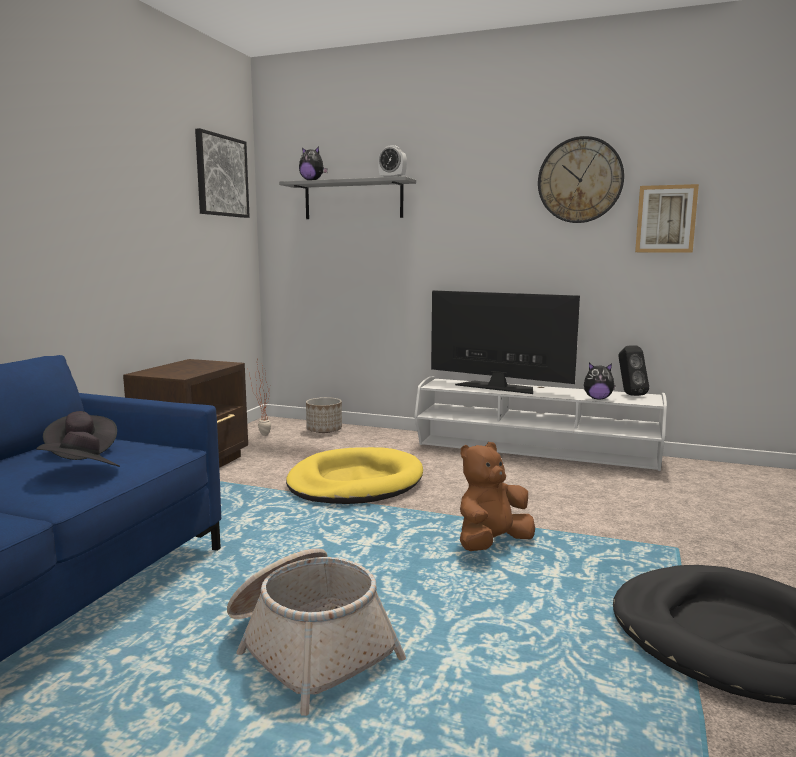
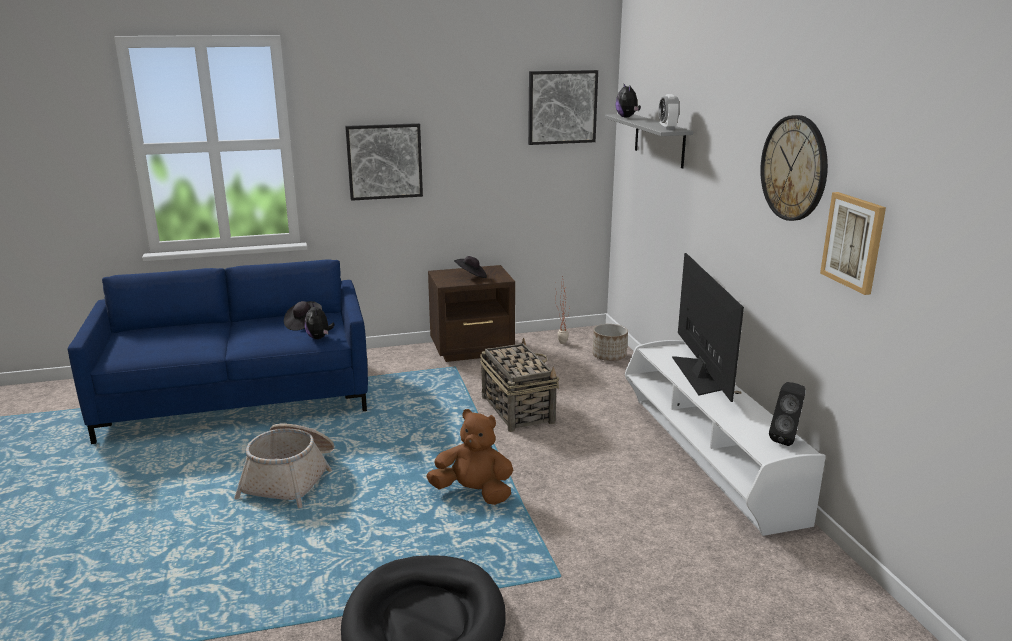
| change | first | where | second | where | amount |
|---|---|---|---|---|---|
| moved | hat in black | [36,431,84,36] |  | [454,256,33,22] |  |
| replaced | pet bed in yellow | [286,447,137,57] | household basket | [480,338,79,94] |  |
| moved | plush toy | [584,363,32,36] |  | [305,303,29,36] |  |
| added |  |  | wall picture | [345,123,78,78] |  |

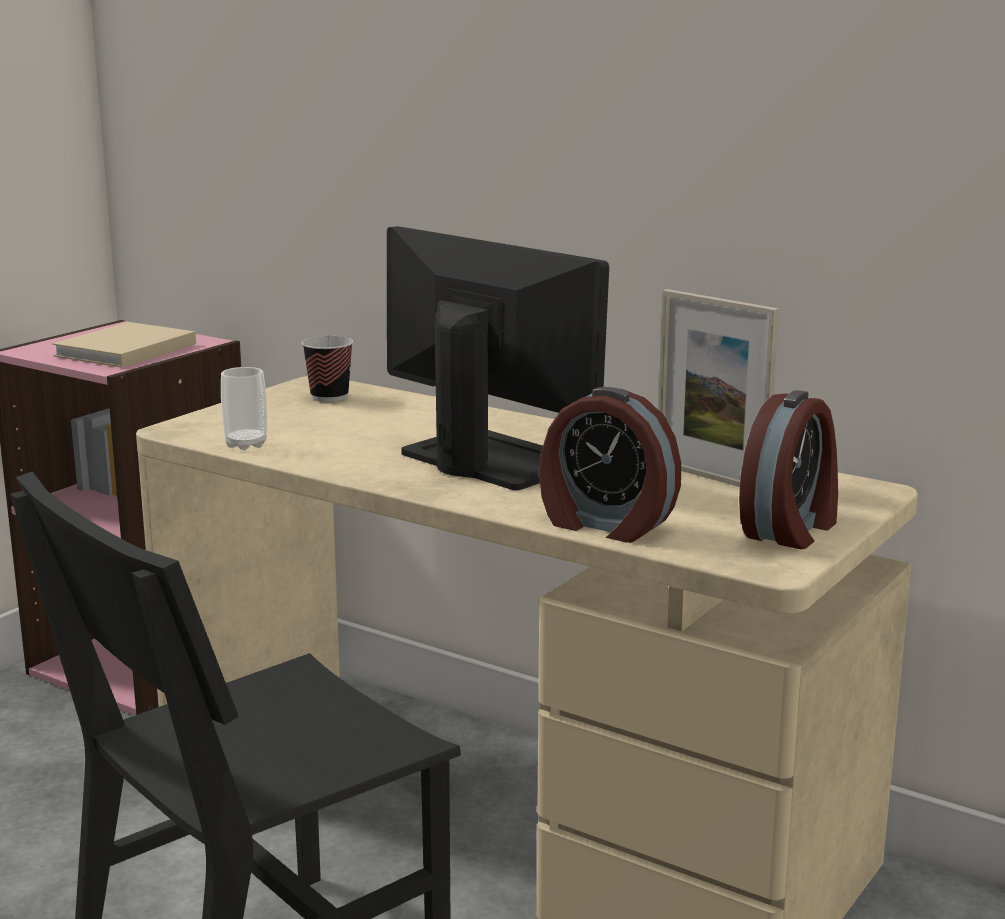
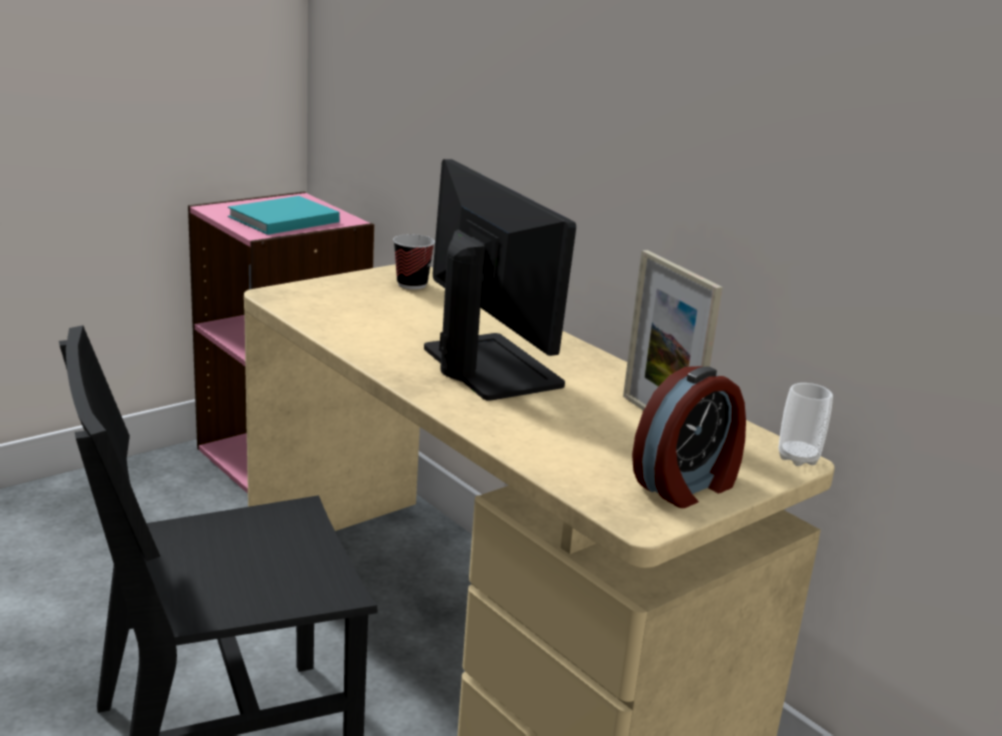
| change | first | where | second | where | amount |
|---|---|---|---|---|---|
| recoloured | volume in sand-coloured | [52,322,144,46] | volume in turquoise | [228,196,112,39] |  |
| moved | small cup | [221,367,46,83] |  | [778,383,55,83] |  |
| removed | table clock | [539,387,142,156] |  |  |  |

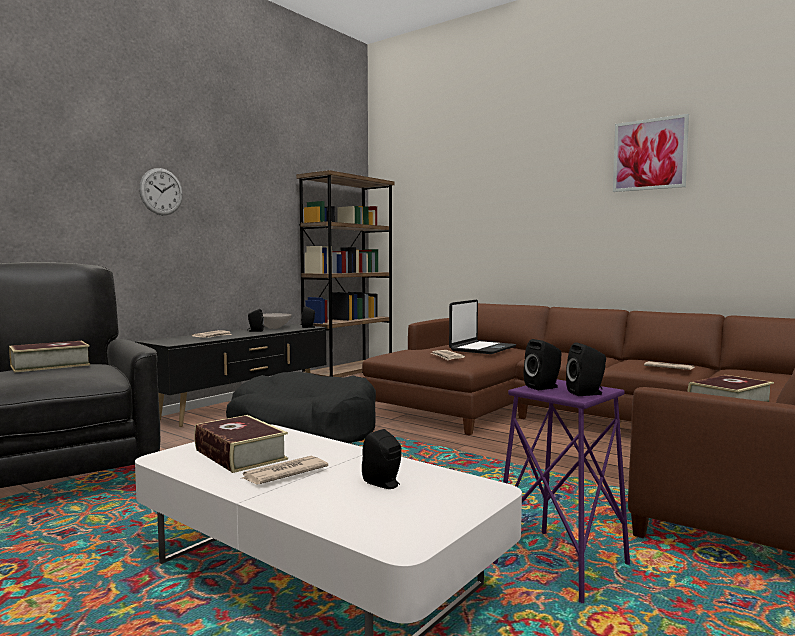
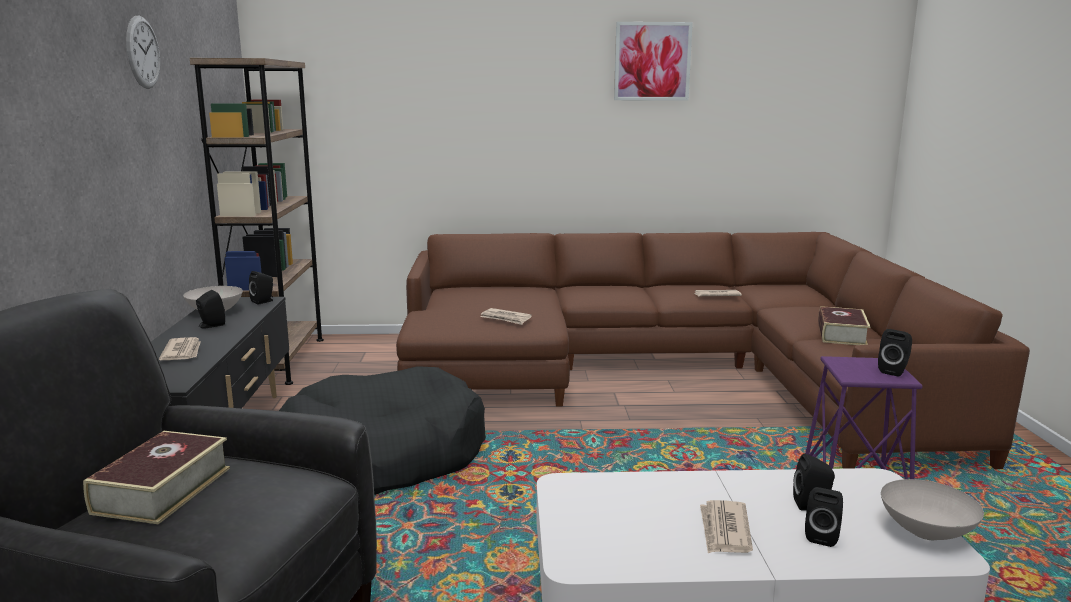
| change | first | where | second | where | amount |
|---|---|---|---|---|---|
| moved | clock on the wall | [139,168,44,47] |  | [126,15,34,74] |  |
| removed | volume | [194,415,94,58] |  |  |  |
| removed | portable computer | [449,299,67,55] |  |  |  |
| moved | audio speaker in black | [524,339,38,51] |  | [805,487,38,60] |  |
| added |  |  | deep dish in white-coloured | [881,479,103,61] |  |

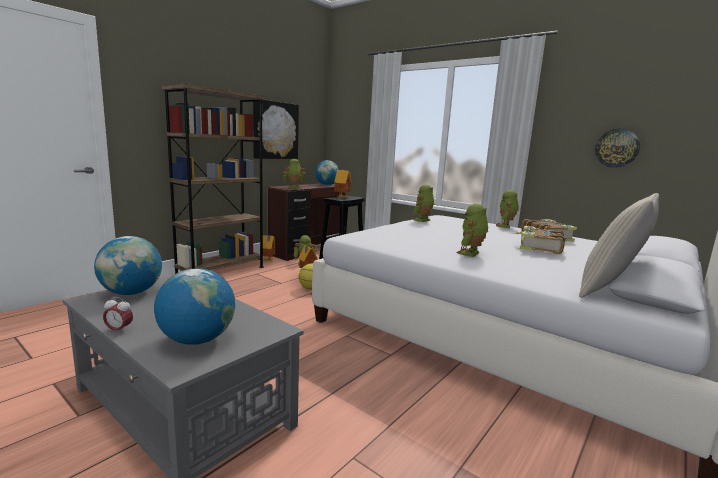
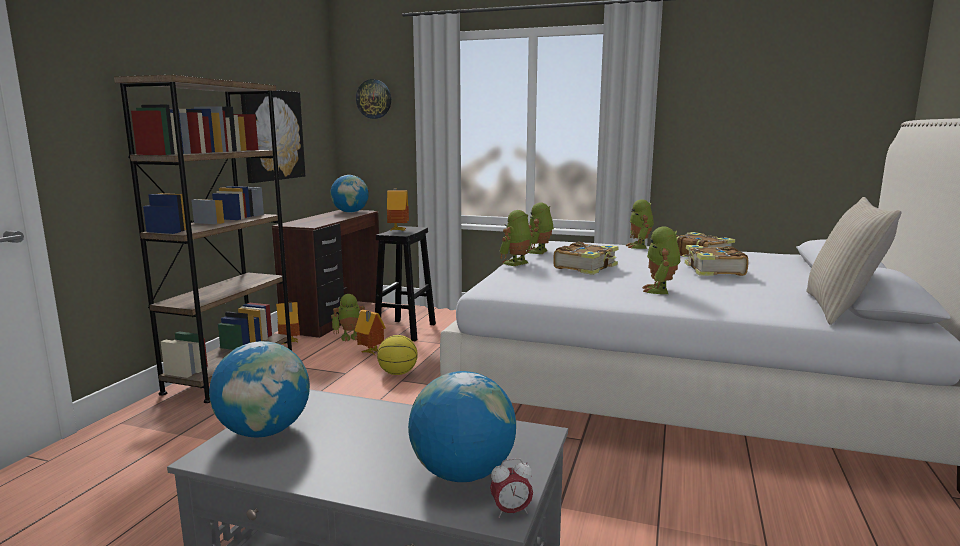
| change | first | where | second | where | amount |
|---|---|---|---|---|---|
| moved | table clock | [103,297,30,36] |  | [490,458,43,60] |  |
| moved | toy robot | [283,159,23,29] |  | [499,210,35,56] |  |
| moved | clock on the wall | [595,129,45,39] |  | [356,79,35,40] |  |
| added |  |  | volume | [553,242,66,33] |  |

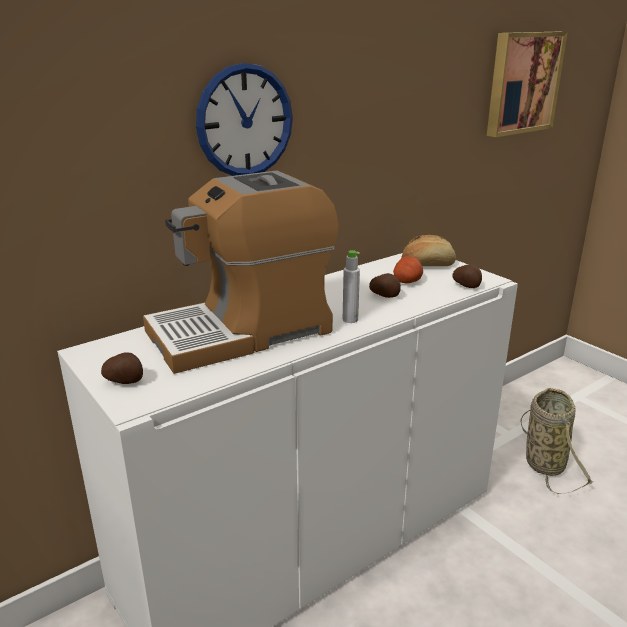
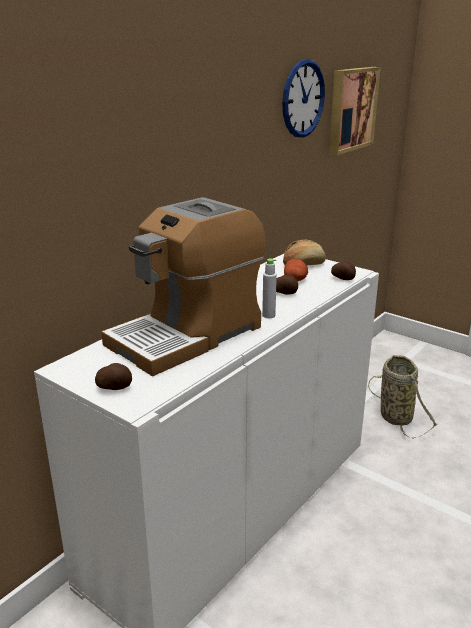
| change | first | where | second | where | amount |
|---|---|---|---|---|---|
| moved | clock on the wall | [196,63,97,113] |  | [282,59,43,79] |  |

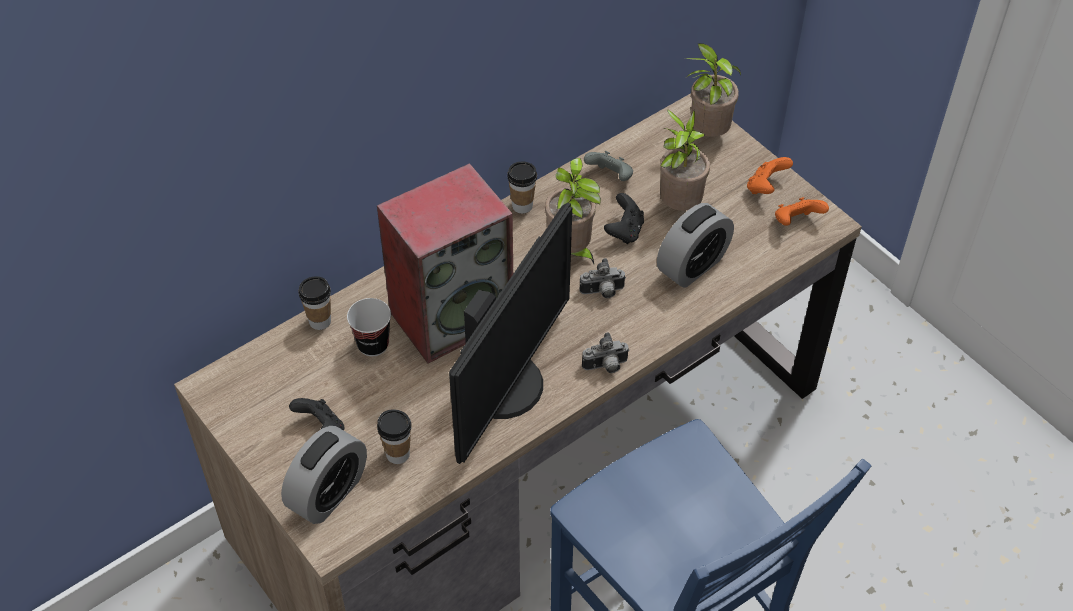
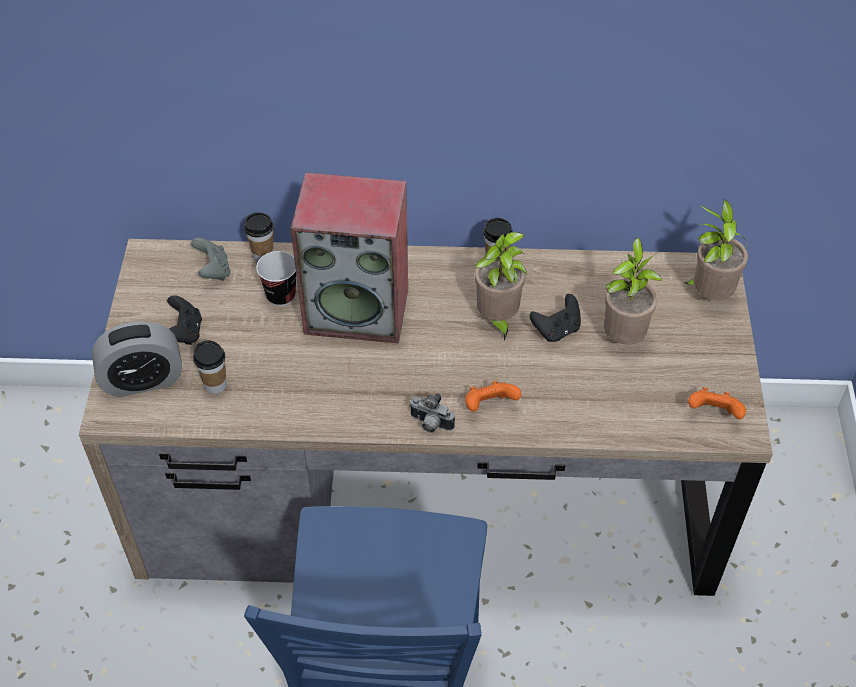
| change | first | where | second | where | amount |
|---|---|---|---|---|---|
| removed | monitor | [449,203,123,261] |  |  |  |
| removed | still camera | [579,258,47,40] |  |  |  |
| moved | game controller in greyish | [584,151,49,30] |  | [191,238,40,42] |  |
| removed | table clock | [657,203,77,85] |  |  |  |
| moved | game controller in orange | [747,157,46,37] |  | [465,381,57,31] |  |

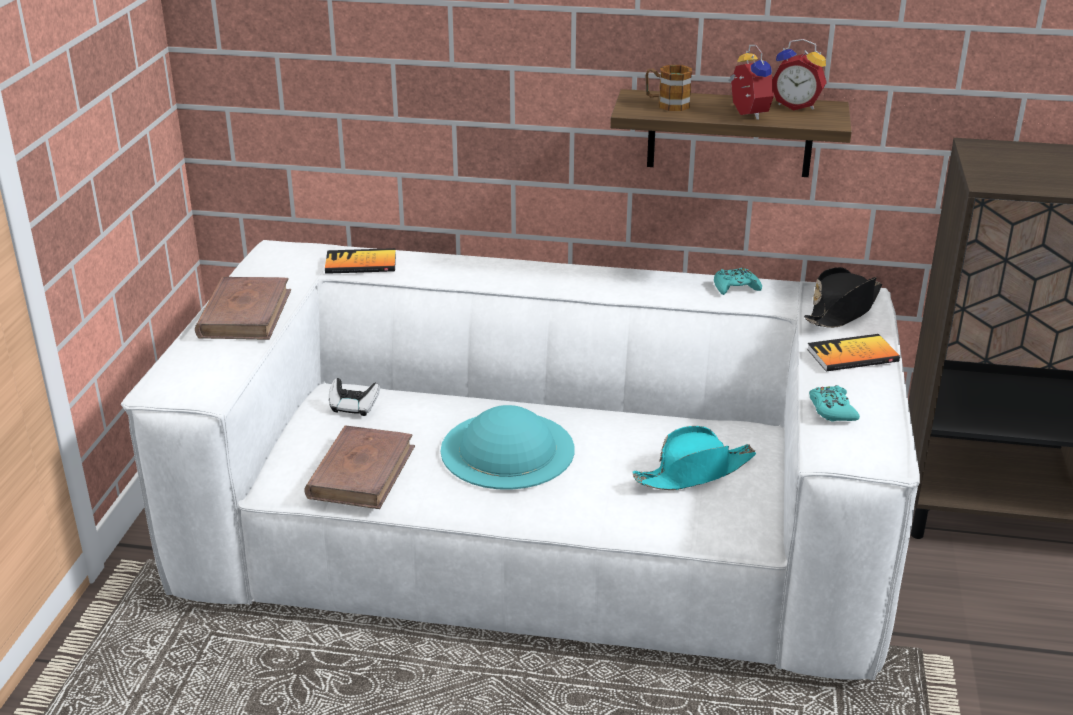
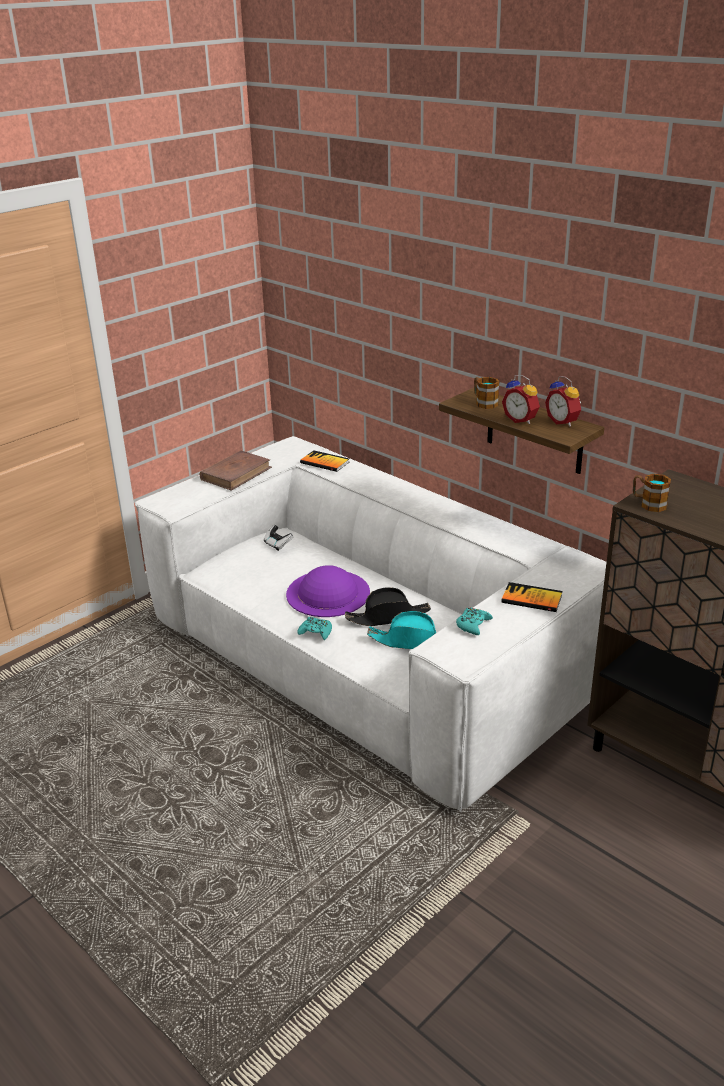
| change | first | where | second | where | amount |
|---|---|---|---|---|---|
| removed | volume in brownish | [304,425,111,84] |  |  |  |
| recoloured | hat in turquoise | [441,405,133,85] | hat in purple-coloured | [286,565,84,52] |  |
| moved | game controller in turquoise | [714,268,48,27] |  | [297,617,35,23] |  |
| turned | table clock | [729,45,45,75] |  | [502,375,38,49] | 120 degrees clockwise |
| moved | hat in black | [804,267,78,61] |  | [345,587,86,39] |  |
| added |  |  | coffee mug | [633,474,38,38] |  |

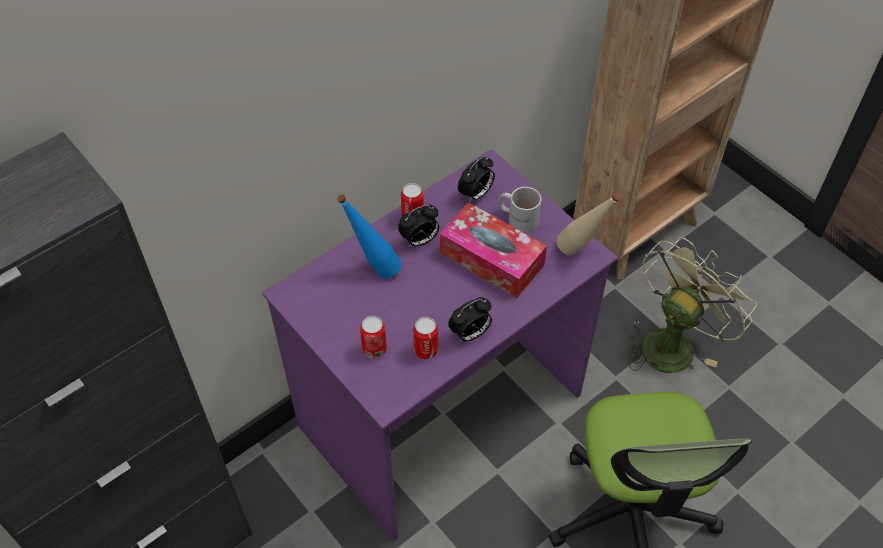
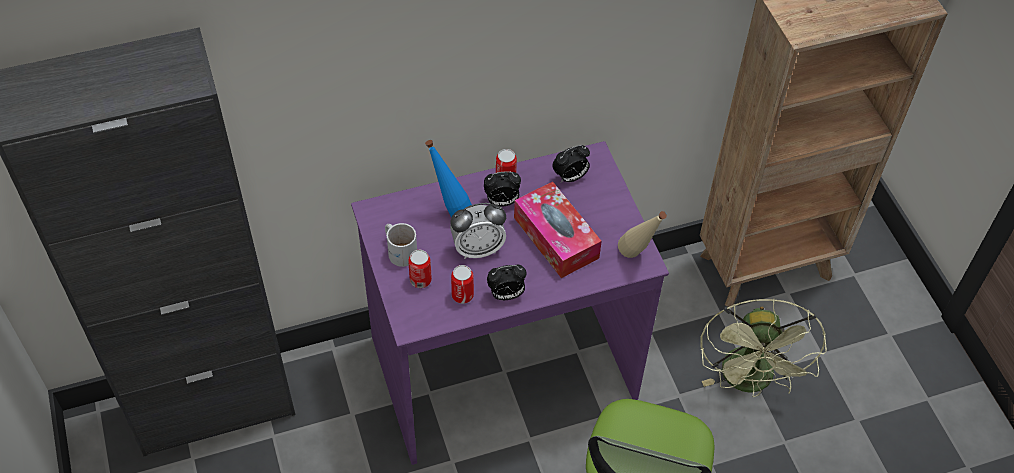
| change | first | where | second | where | amount |
|---|---|---|---|---|---|
| moved | coffee mug in white-coloured | [499,187,42,46] |  | [385,223,32,44] |  |
| turned | electric fan in green | [624,237,133,136] |  | [700,299,127,98] | 120 degrees clockwise |
| added |  |  | table clock | [450,203,56,56] |  |

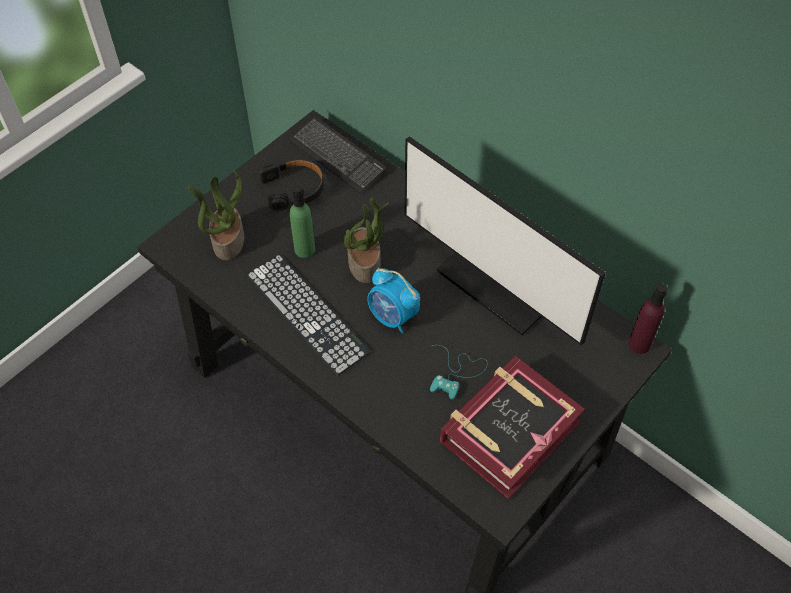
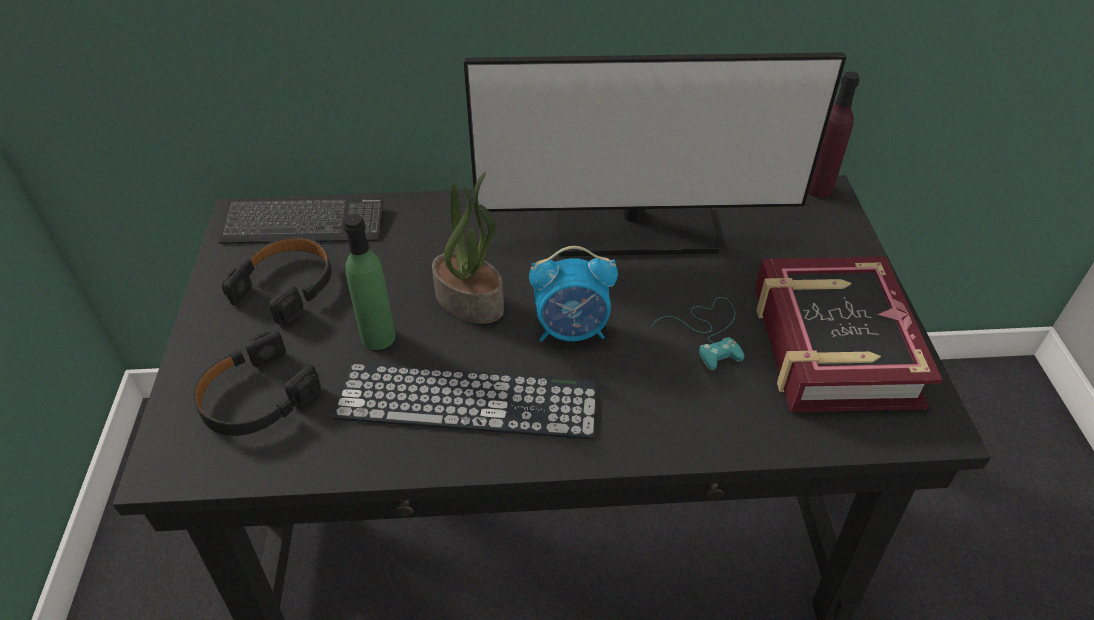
| change | first | where | second | where | amount |
|---|---|---|---|---|---|
| replaced | potted plant | [188,171,56,90] | pair of headphones in black | [193,331,128,105] |  |

